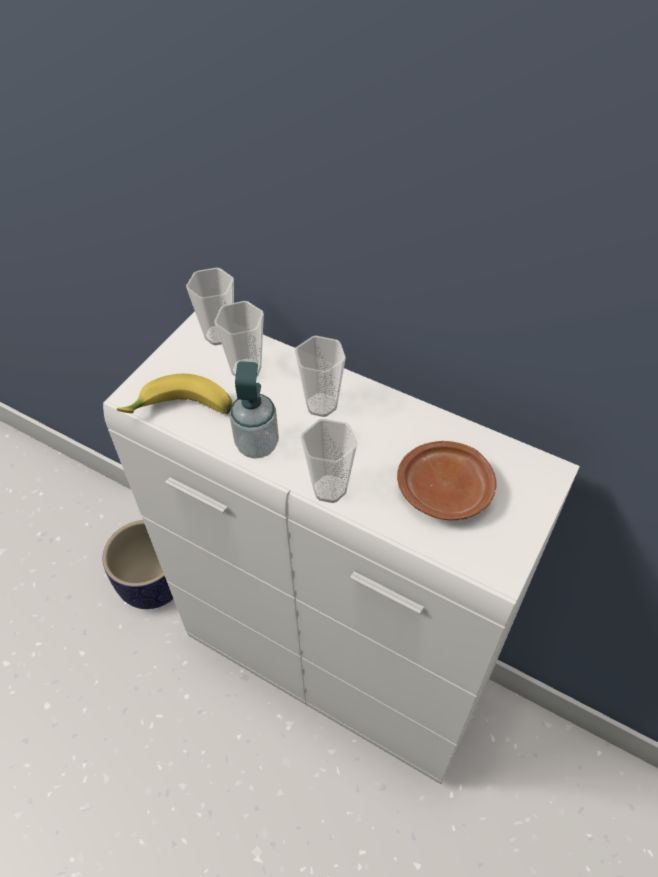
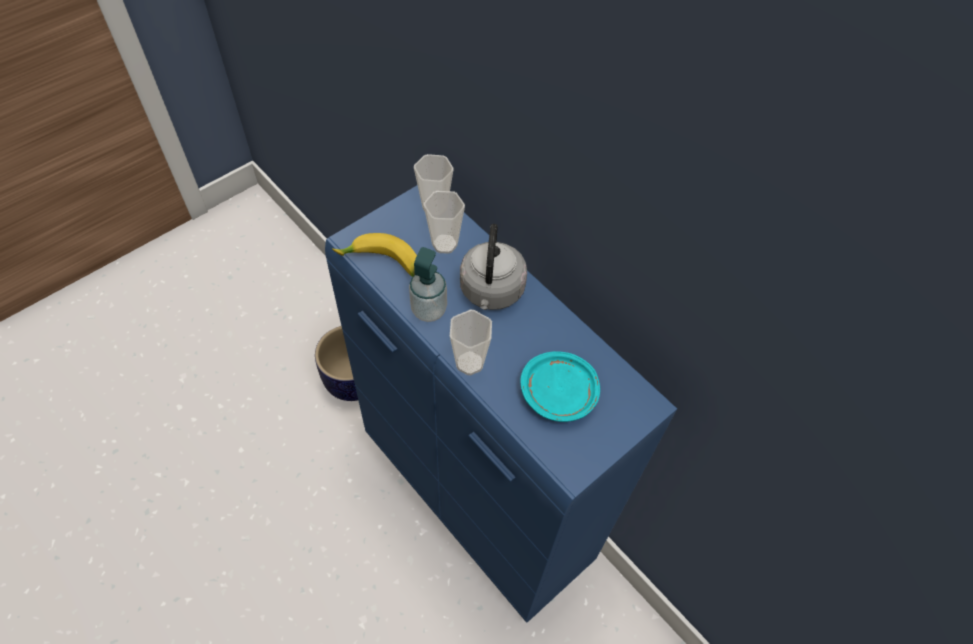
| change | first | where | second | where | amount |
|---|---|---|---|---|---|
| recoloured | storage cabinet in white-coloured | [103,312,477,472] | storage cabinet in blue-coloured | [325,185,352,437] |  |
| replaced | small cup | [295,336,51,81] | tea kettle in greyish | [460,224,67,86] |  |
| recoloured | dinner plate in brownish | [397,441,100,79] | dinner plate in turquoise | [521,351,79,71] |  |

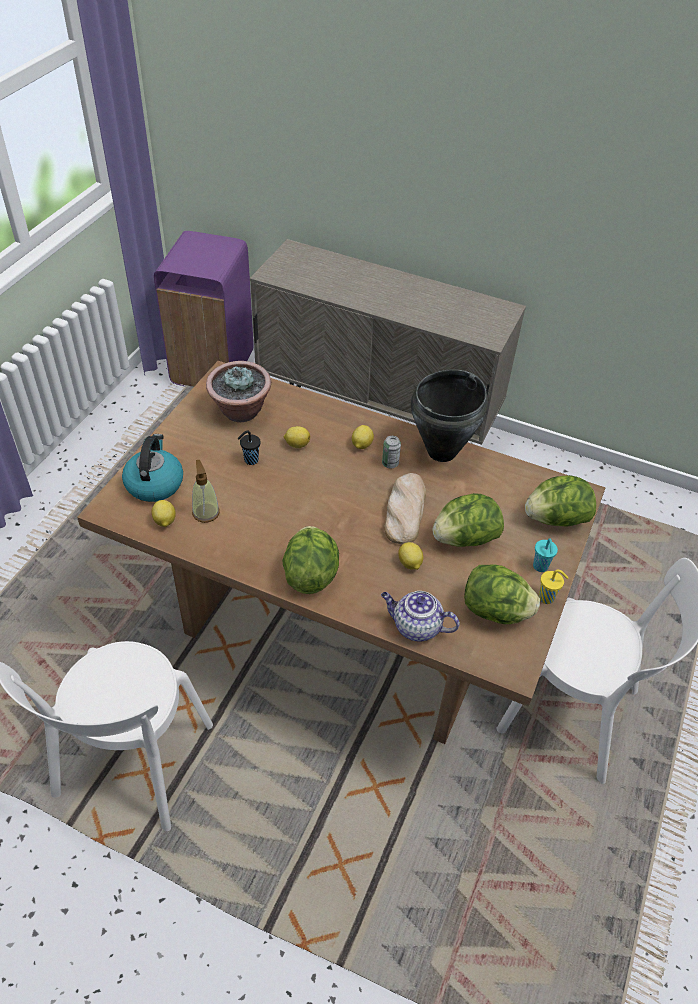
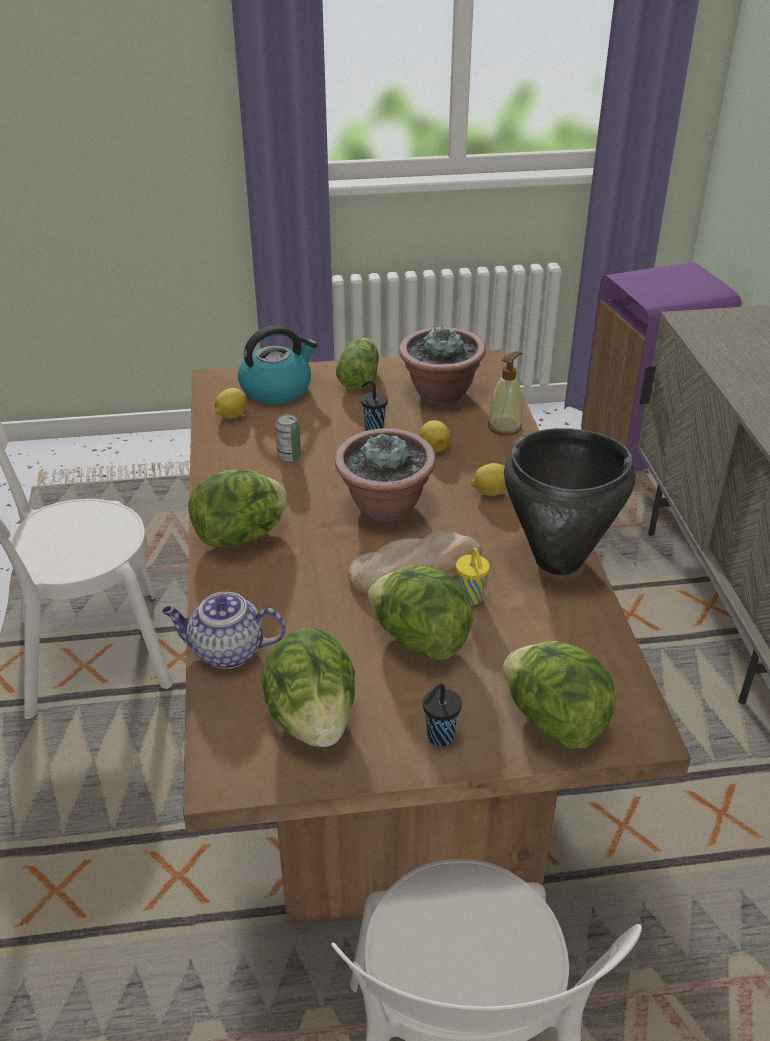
| change | first | where | second | where | amount |
|---|---|---|---|---|---|
| moved | liquid soap bottle | [192,460,28,63] |  | [488,351,35,85] |  |
| turned | teapot | [381,591,79,50] |  | [162,592,124,77] | 75 degrees counterclockwise |
| moved | can | [382,436,19,32] |  | [275,414,26,48] |  |
| removed | whole lemon | [398,542,25,28] |  |  |  |
| recoloured | small cup in turquoise | [533,539,25,33] | small cup in black | [423,684,39,62] |  |
| moved | small cup in yellow | [539,570,30,34] |  | [456,547,34,58] |  |
| added |  |  | potted plant | [335,428,101,94] |  |
| added |  |  | head of lettuce | [336,338,43,52] |  |

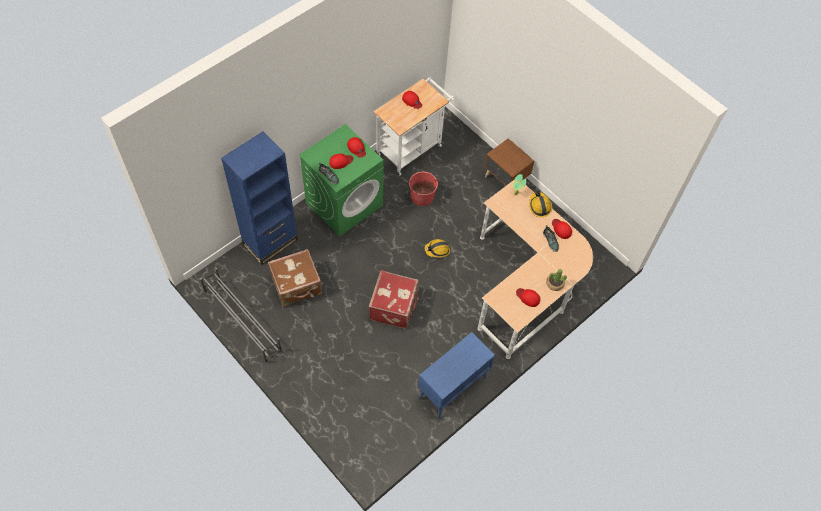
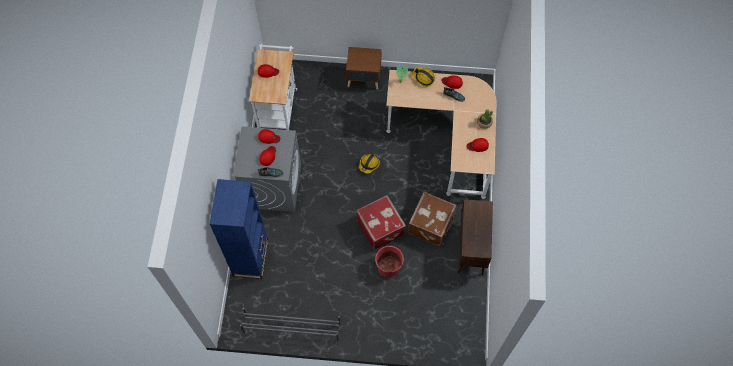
| change | first | where | second | where | amount |
|---|---|---|---|---|---|
| moved | piece of luggage in brownish | [268,249,54,58] |  | [408,192,48,54] |  |
| recoloured | washing machine in green | [299,124,85,113] | washing machine in greyish | [233,126,68,86] |  |
| moved | water bucket in reddish | [408,172,31,34] |  | [374,246,30,31] |  |
| recoloured | storage cabinet in blue-coloured | [418,332,77,87] | storage cabinet in brownish | [458,199,35,76] |  |

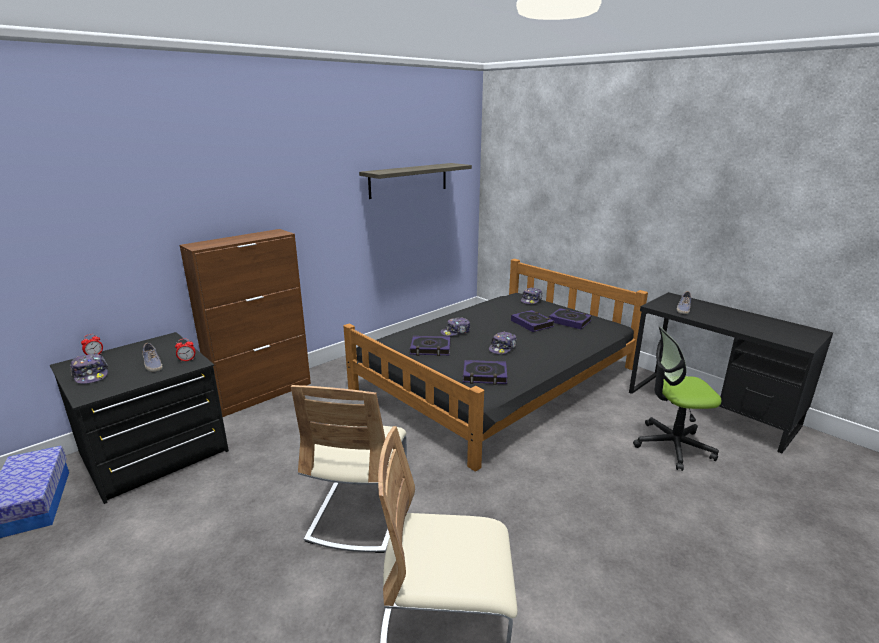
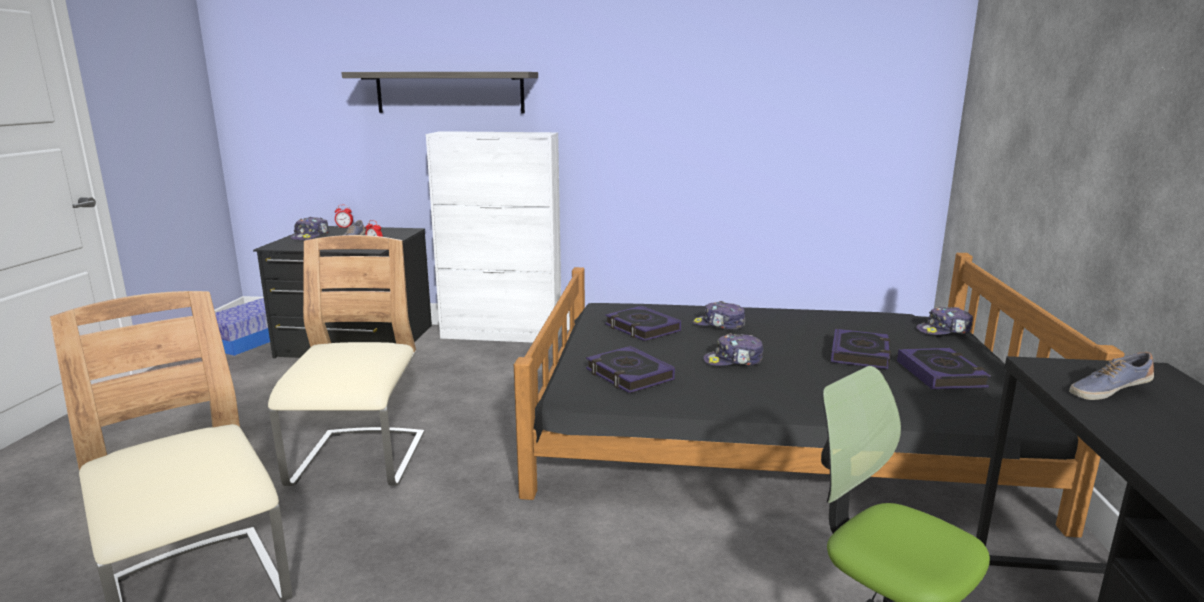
| change | first | where | second | where | amount |
|---|---|---|---|---|---|
| recoloured | storage cabinet in brownish | [179,229,132,188] | storage cabinet in white-coloured | [426,131,136,212] |  |
| turned | plain chair in sand-coloured | [291,385,116,168] |  | [268,235,157,251] | 120 degrees clockwise |
| moved | wall shelf | [359,163,113,36] |  | [341,72,197,42] |  |

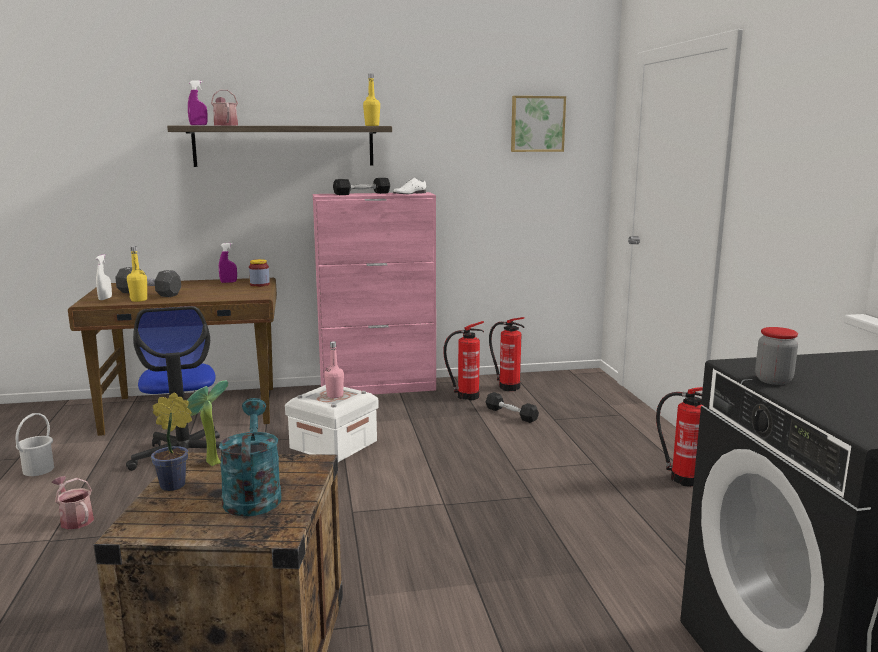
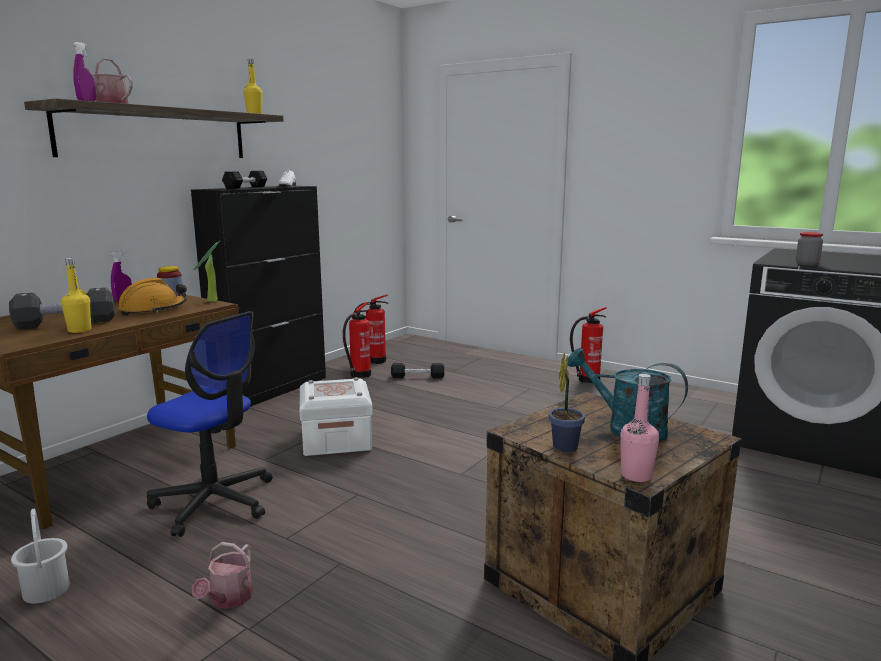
| change | first | where | second | where | amount |
|---|---|---|---|---|---|
| turned | sprinkling can | [52,476,42,53] |  | [192,542,61,67] | 75 degrees counterclockwise |
| removed | hand sprayer in white-coloured | [96,254,16,46] |  |  |  |
| moved | potted plant | [187,380,41,86] |  | [193,241,27,61] |  |
| recoloured | storage cabinet in pink | [313,192,123,202] | storage cabinet in black | [191,186,135,221] |  |
| moved | drink bottle in pink | [324,341,20,57] |  | [620,374,39,108] |  |
| removed | wall picture | [511,96,55,56] |  |  |  |
| added |  |  | safety helmet in orange | [118,278,69,38] |  |

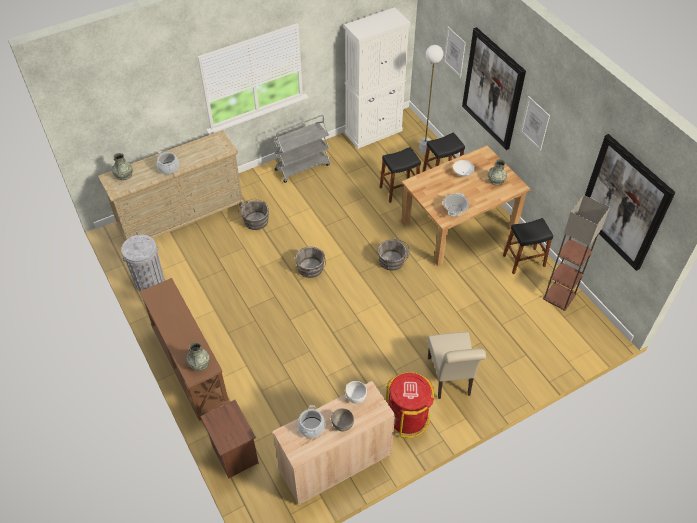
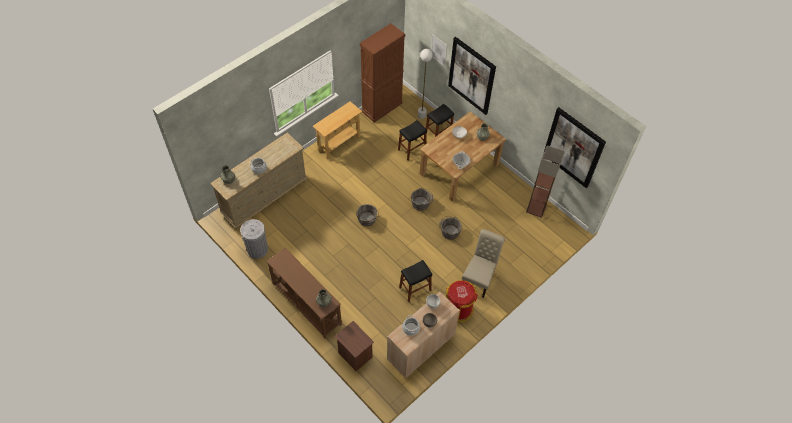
| change | first | where | second | where | amount |
|---|---|---|---|---|---|
| moved | water bucket in greyish | [238,199,31,31] |  | [439,216,23,24] |  |
| replaced | wheeled cart in greyish | [273,115,57,68] | console table in sand-coloured | [313,101,49,58] |  |
| recoloured | storage cabinet in white-coloured | [344,7,66,142] | storage cabinet in brownish | [360,24,45,99] |  |
| turned | plain chair in sand-coloured | [427,332,59,67] |  | [462,229,43,69] | 135 degrees counterclockwise |
| moved | sitting stool in black | [503,218,50,56] |  | [399,260,33,42] |  |
| removed | wall picture | [520,96,30,55] |  |  |  |

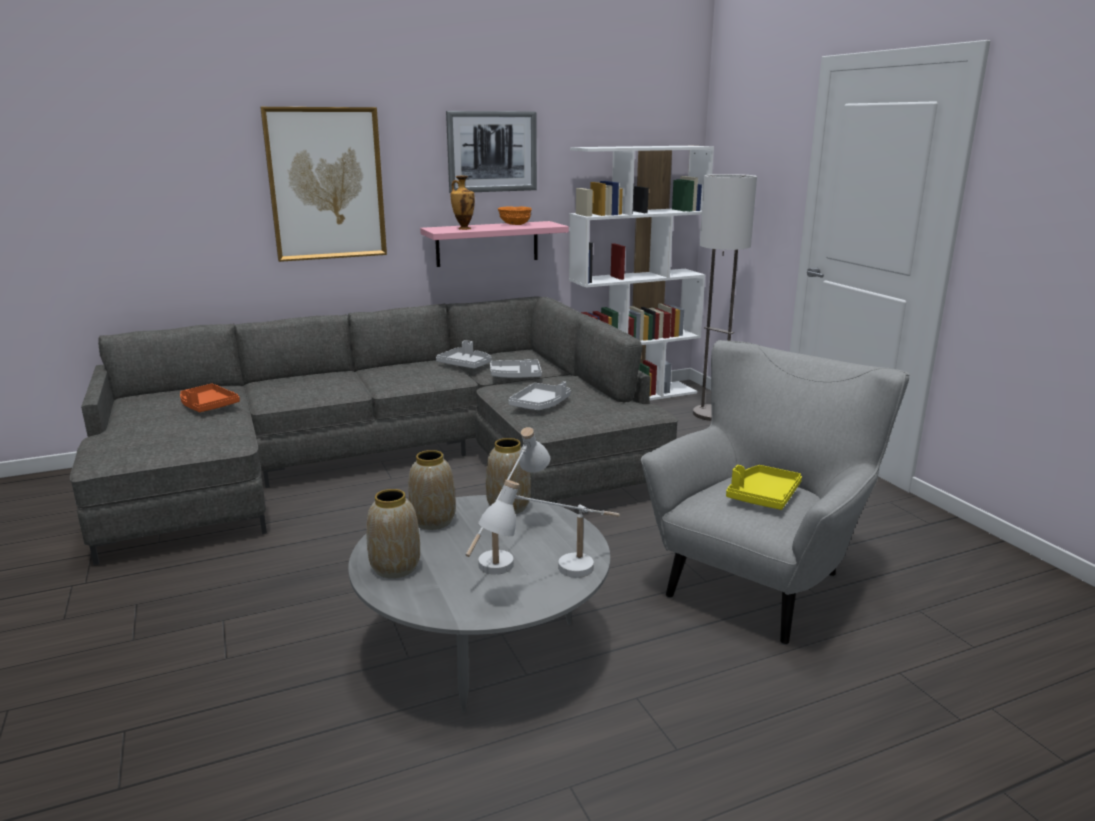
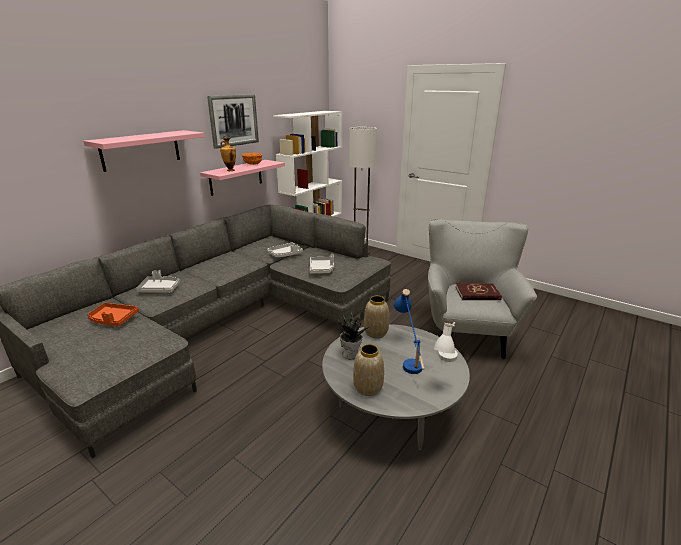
| change | first | where | second | where | amount |
|---|---|---|---|---|---|
| replaced | wall picture | [260,107,127,155] | wall shelf in pink | [83,130,122,42] |  |
| replaced | vase | [408,450,48,80] | potted plant | [338,310,33,49] |  |
| moved | serving tray in greyish | [436,340,55,29] |  | [136,270,44,22] |  |
| recoloured | table lamp in white-coloured | [466,427,84,148] | table lamp in blue-coloured | [394,289,31,85] |  |
| replaced | serving tray in yellow | [726,465,76,45] | volume in reddish | [456,283,46,17] |  |

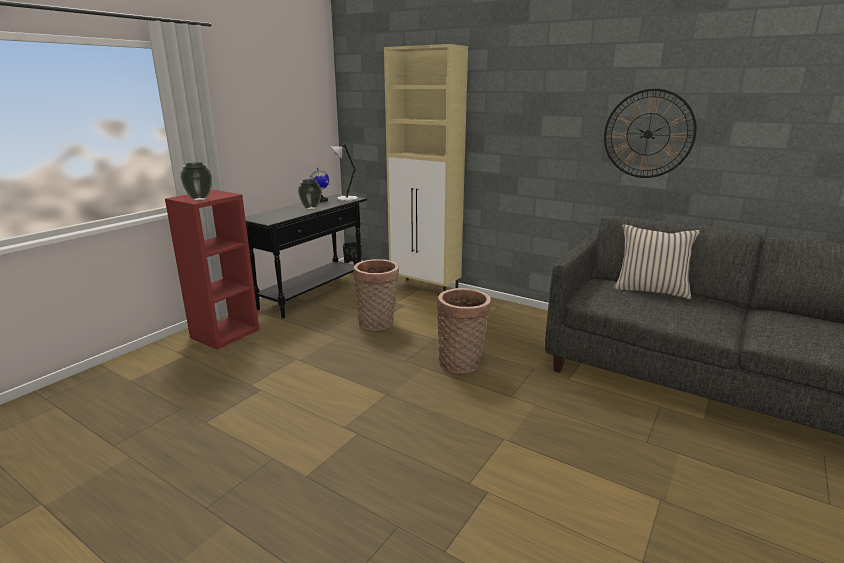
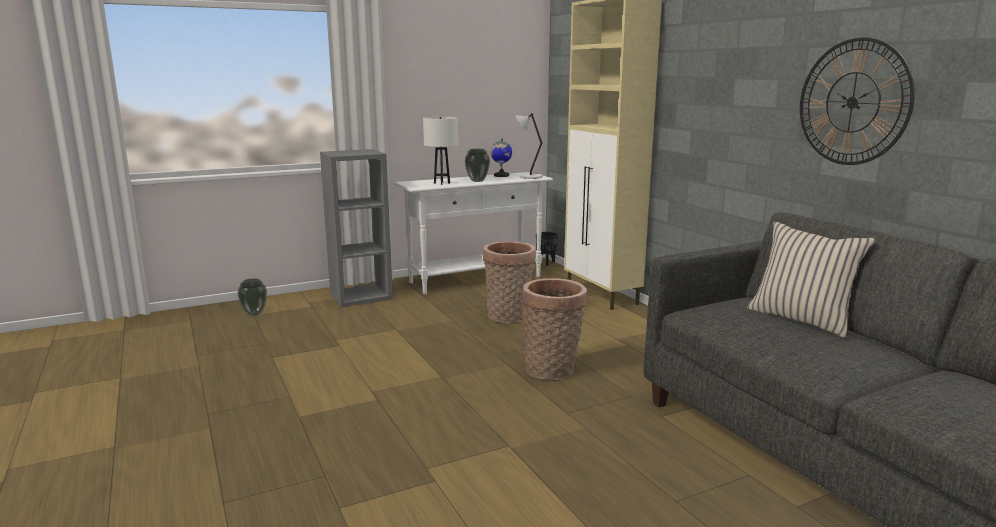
| change | first | where | second | where | amount |
|---|---|---|---|---|---|
| recoloured | bookshelf in reddish | [165,190,94,159] | bookshelf in greyish | [320,149,73,158] |  |
| moved | vase | [180,162,32,39] |  | [237,278,30,38] |  |
| recoloured | console table in black | [245,194,122,124] | console table in white-coloured | [395,172,158,122] |  |
| added |  |  | table lamp in white-coloured | [423,117,35,68] |  |

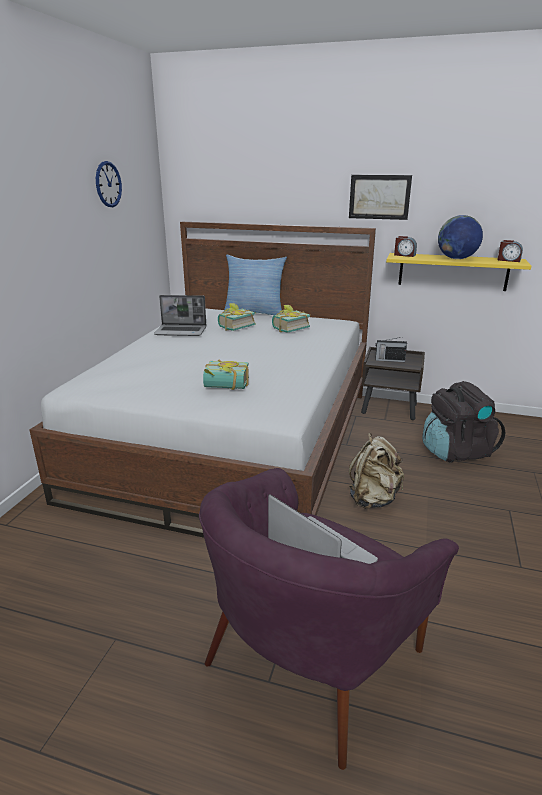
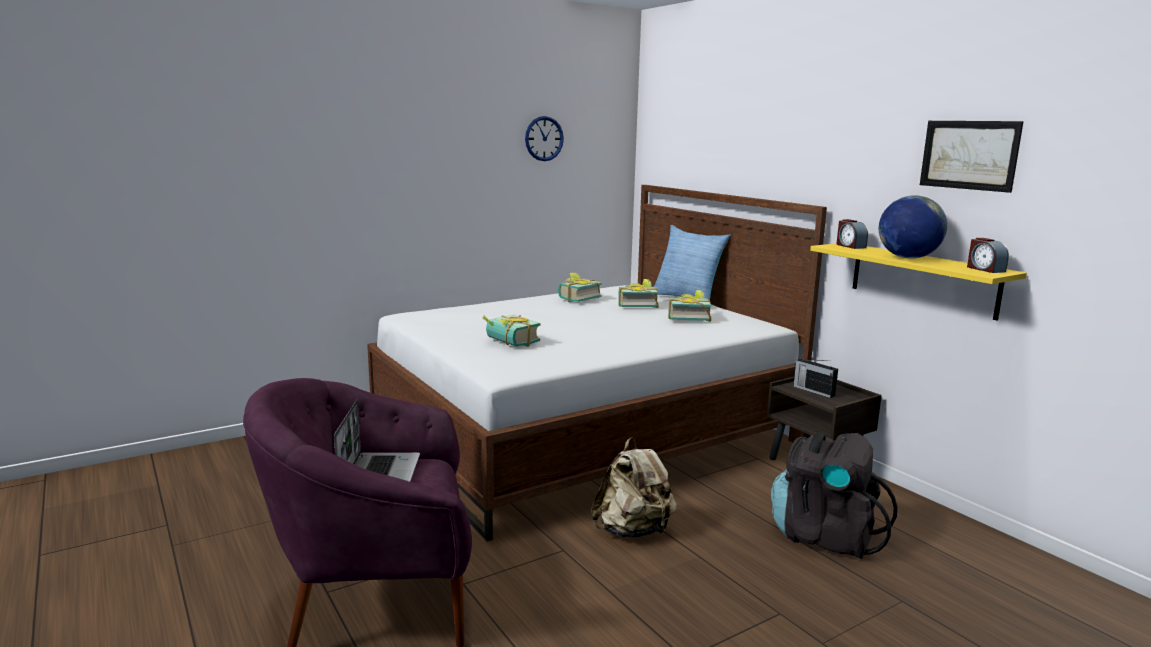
| change | first | where | second | where | amount |
|---|---|---|---|---|---|
| replaced | portable computer | [154,295,52,41] | volume | [558,272,44,30] |  |
| moved | wall picture | [349,175,63,45] |  | [920,121,104,72] |  |

